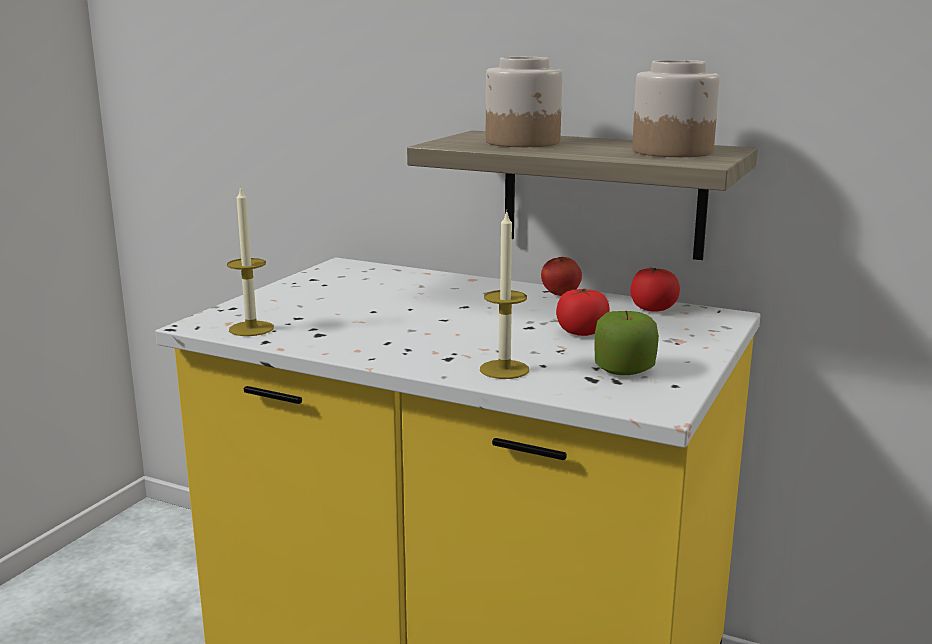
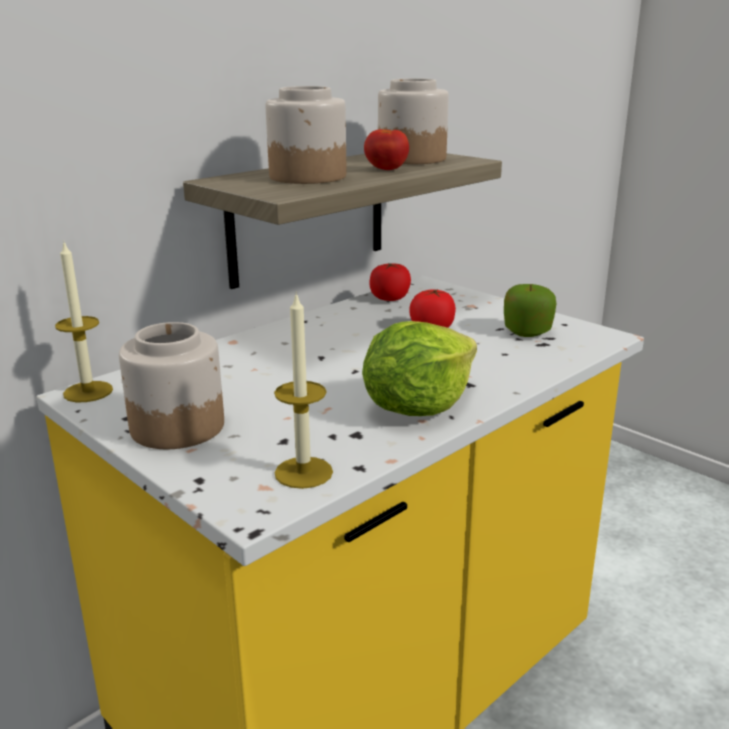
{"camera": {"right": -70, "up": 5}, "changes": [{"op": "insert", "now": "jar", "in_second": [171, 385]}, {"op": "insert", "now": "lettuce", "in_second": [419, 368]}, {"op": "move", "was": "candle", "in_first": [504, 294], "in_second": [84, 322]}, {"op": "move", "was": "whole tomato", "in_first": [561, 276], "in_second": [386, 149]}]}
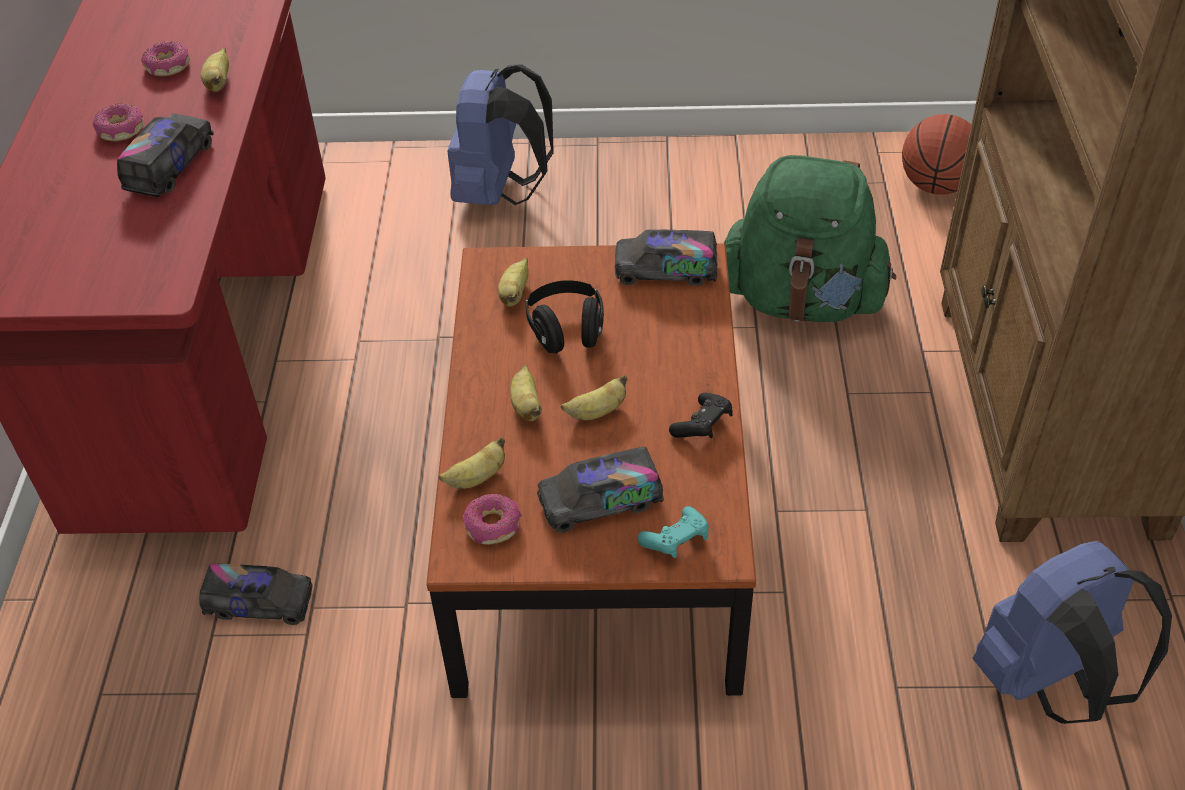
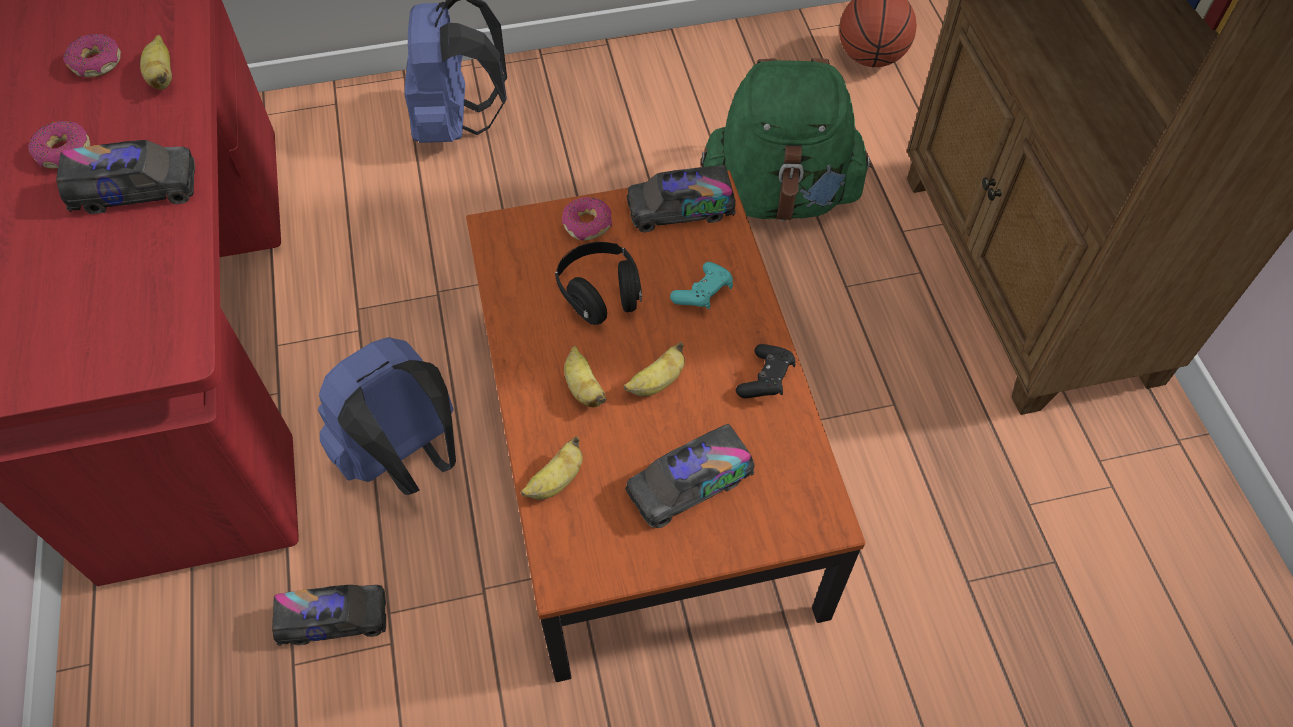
{"camera": {"right": -15, "up": 10}, "changes": [{"op": "delete", "was": "banana", "in_first": [513, 282]}, {"op": "move", "was": "donut", "in_first": [492, 519], "in_second": [587, 219]}, {"op": "move", "was": "turquoise-coloured joypad", "in_first": [673, 532], "in_second": [701, 285]}, {"op": "move", "was": "blue backpack", "in_first": [1072, 632], "in_second": [387, 416]}, {"op": "rotate", "was": "toy lorry", "in_first": [165, 155], "in_second": [125, 177], "clockwise": 75}]}
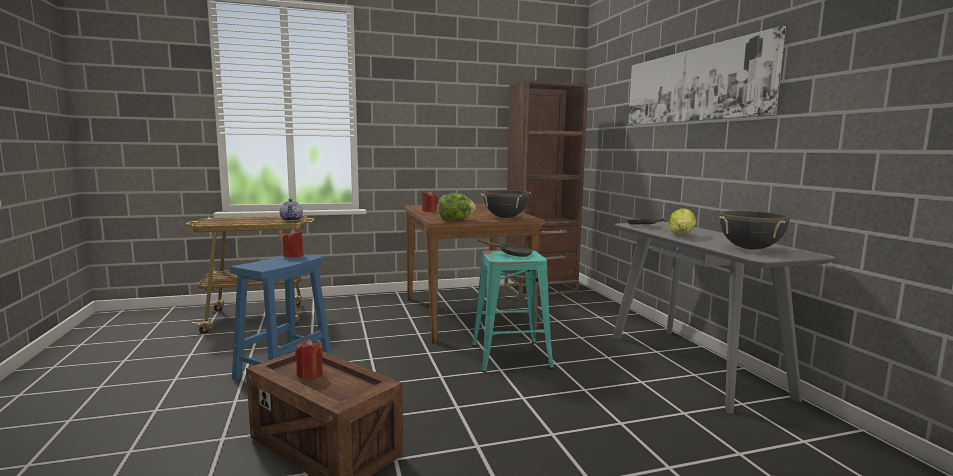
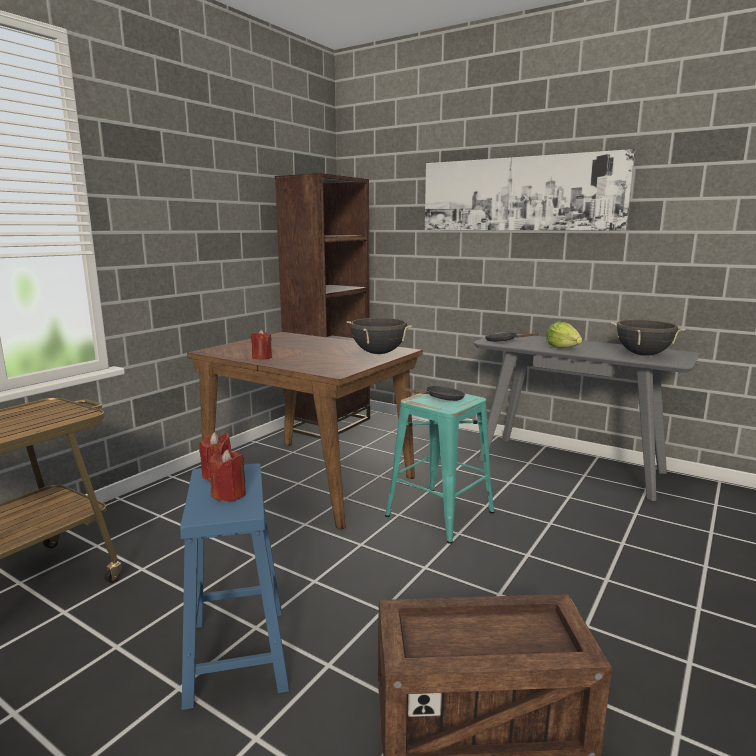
{"camera": {"right": -40, "up": 5}, "changes": [{"op": "delete", "was": "teapot", "in_first": [291, 210]}, {"op": "delete", "was": "lettuce", "in_first": [457, 207]}, {"op": "move", "was": "red-coloured candle", "in_first": [309, 359], "in_second": [227, 475]}]}
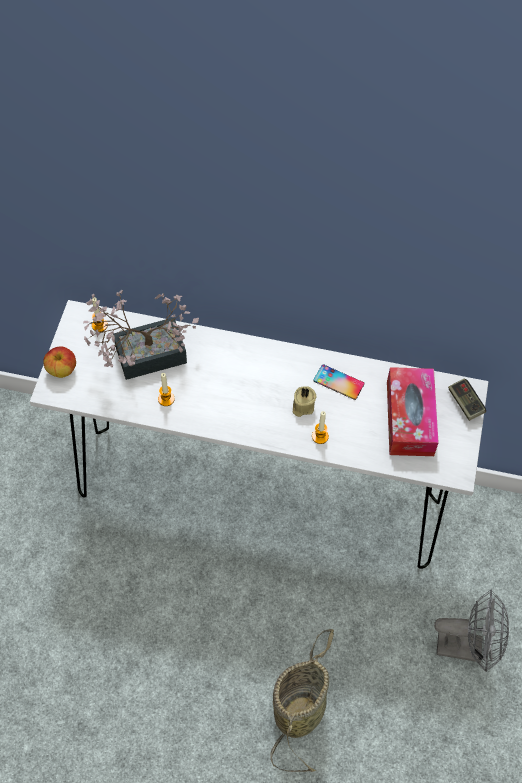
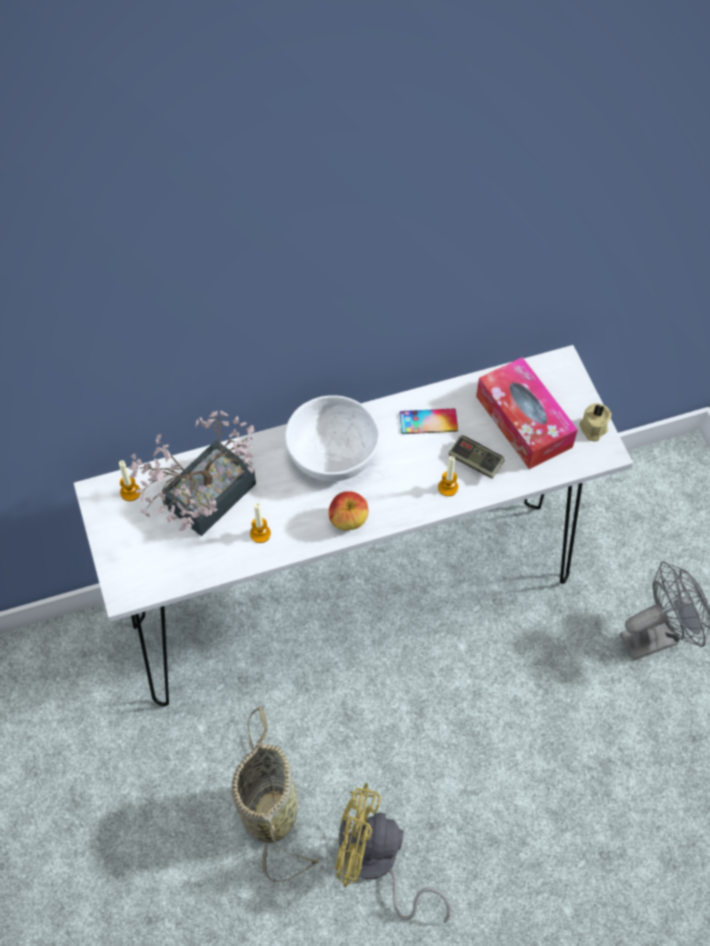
{"camera": {"right": -30, "up": 0}, "changes": [{"op": "insert", "now": "white-coloured bowl", "in_second": [332, 438]}, {"op": "insert", "now": "yellow cooling fan", "in_second": [393, 853]}, {"op": "move", "was": "whole apple", "in_first": [59, 362], "in_second": [348, 510]}, {"op": "move", "was": "storage basket", "in_first": [302, 700], "in_second": [276, 794]}, {"op": "move", "was": "beige-coloured candle", "in_first": [304, 401], "in_second": [595, 423]}, {"op": "move", "was": "joypad", "in_first": [467, 400], "in_second": [476, 457]}]}
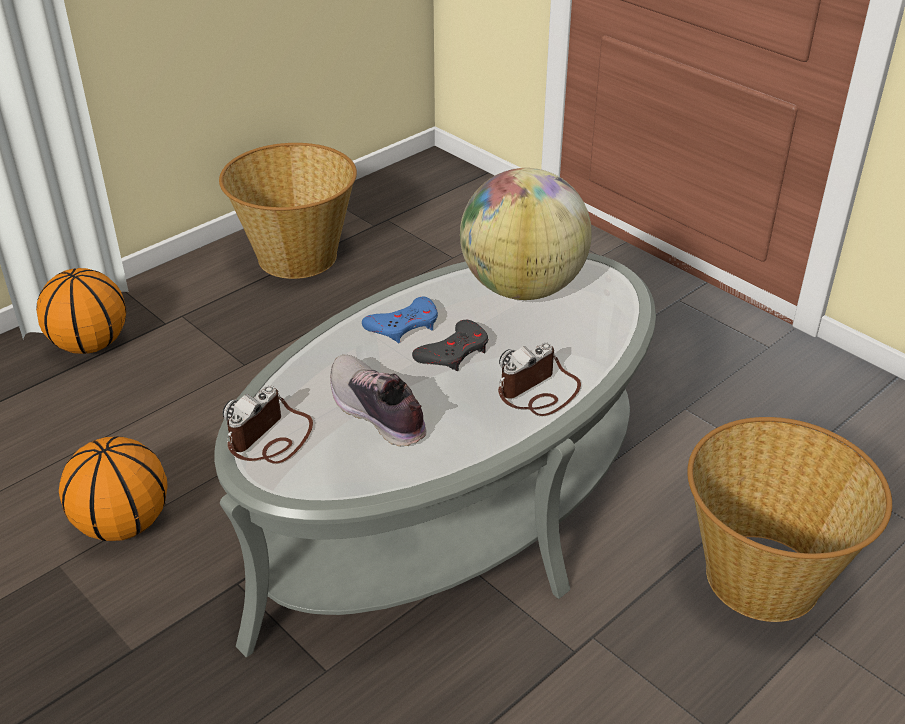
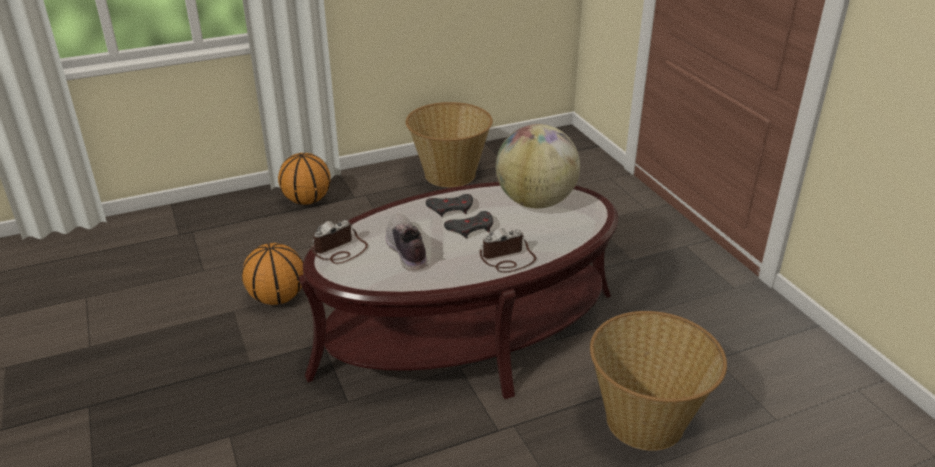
{"camera": {"right": 20, "up": -5}, "changes": [{"op": "recolor", "was": "gray coffee table", "now": "brown-coloured coffee table", "in_first": [435, 455], "in_second": [458, 290]}, {"op": "recolor", "was": "blue joypad", "now": "gray joypad", "in_first": [400, 320], "in_second": [449, 205]}]}
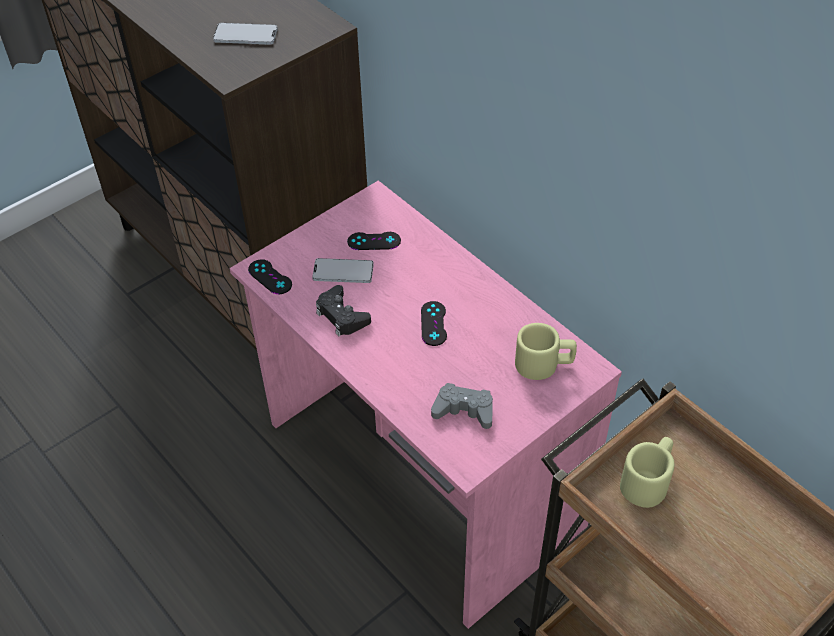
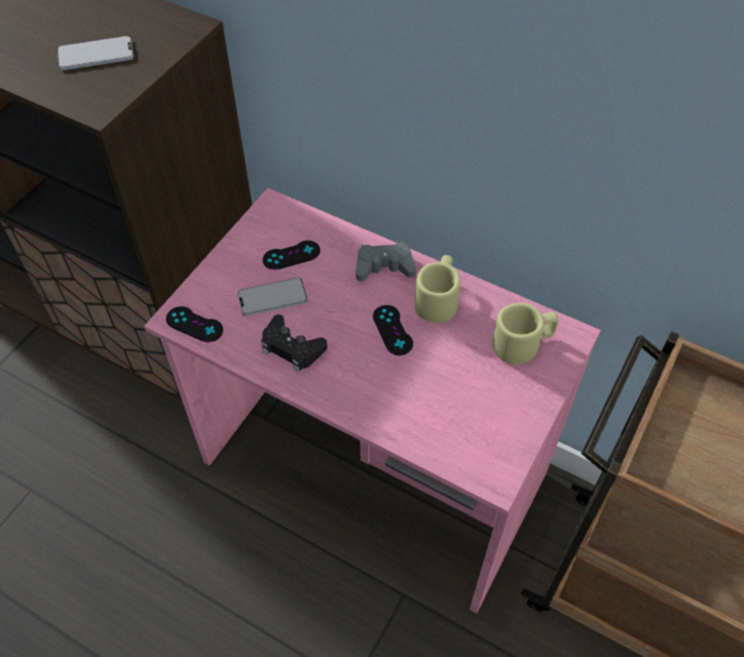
{"camera": {"right": -20, "up": 5}, "changes": [{"op": "move", "was": "gray joypad", "in_first": [462, 406], "in_second": [386, 261]}, {"op": "move", "was": "beige-coloured mug", "in_first": [647, 472], "in_second": [438, 289]}]}
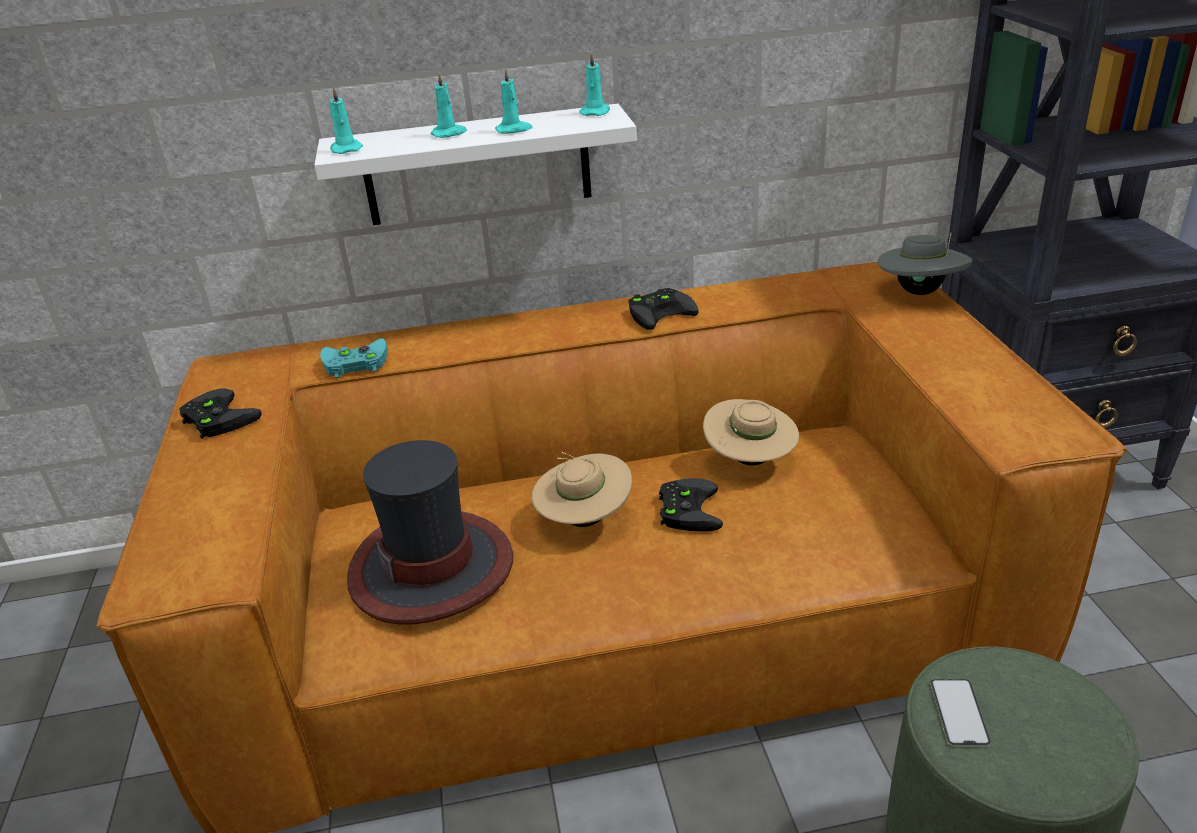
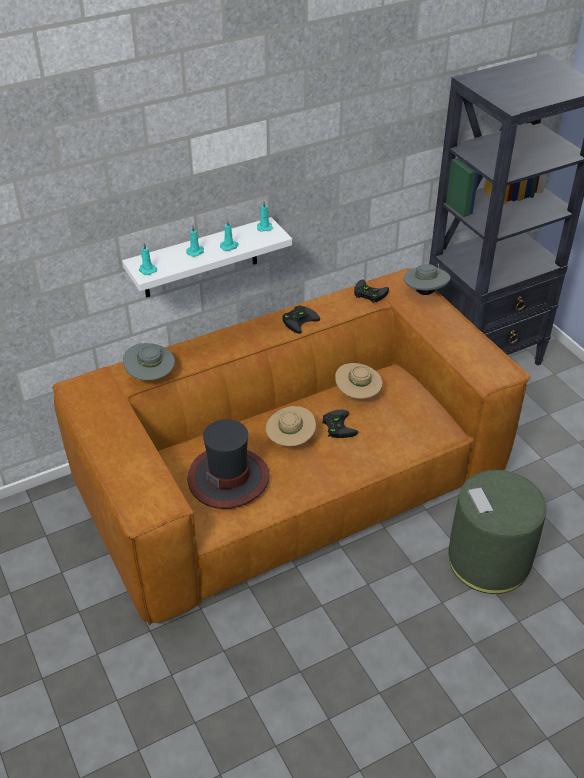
{"camera": {"right": -20, "up": 10}, "changes": [{"op": "move", "was": "blackish joypad", "in_first": [220, 414], "in_second": [371, 291]}, {"op": "replace", "was": "turquoise-coloured joypad", "now": "gray clothing hat", "in_first": [354, 358], "in_second": [149, 361]}]}
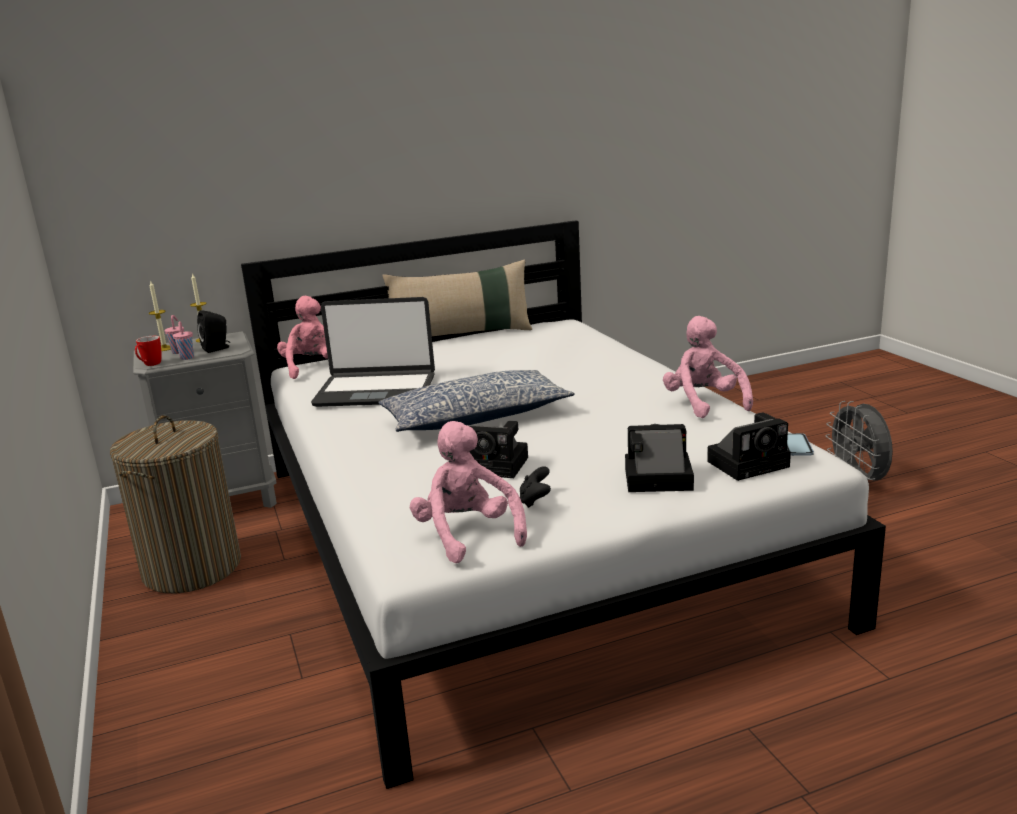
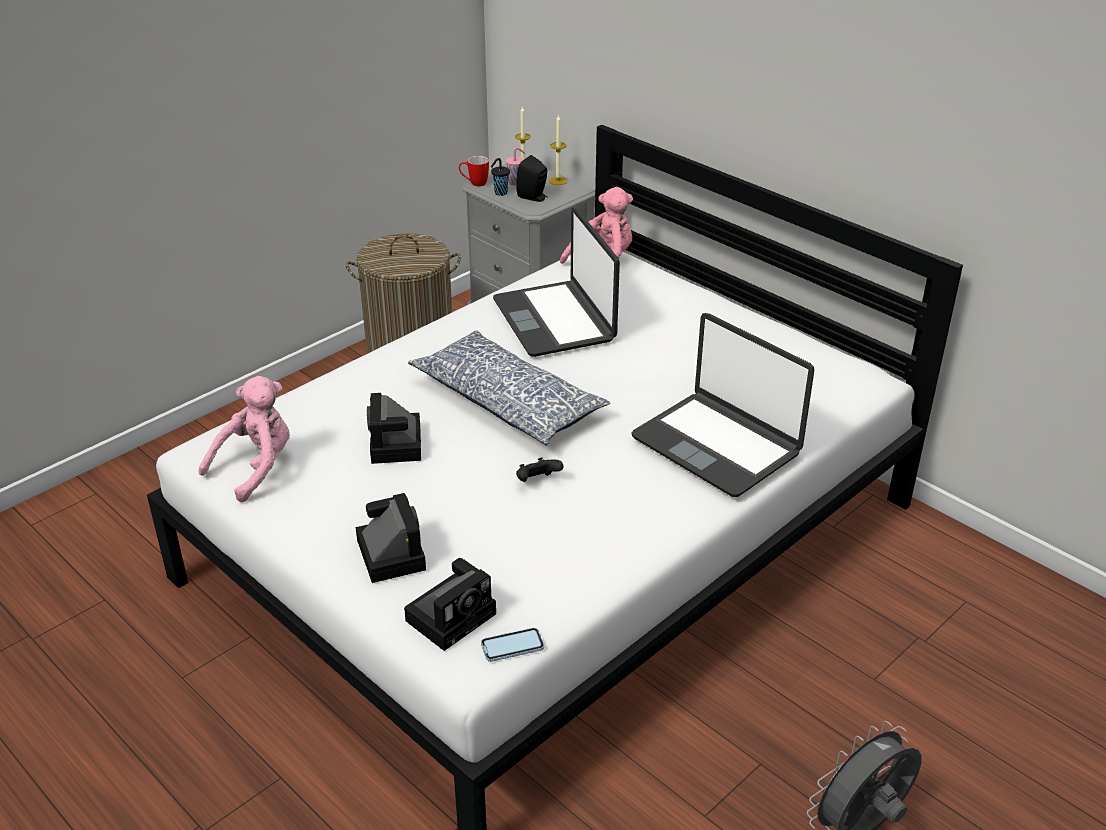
{"camera": {"right": 65, "up": 15}, "changes": [{"op": "delete", "was": "beige-coloured pillow", "in_first": [457, 298]}, {"op": "delete", "was": "pink-coloured cuddly toy", "in_first": [708, 367]}, {"op": "insert", "now": "laptop", "in_second": [722, 405]}, {"op": "move", "was": "blackish joypad", "in_first": [535, 487], "in_second": [540, 470]}, {"op": "recolor", "was": "pink-coloured cup", "now": "blackish cup", "in_first": [183, 340], "in_second": [500, 177]}, {"op": "rotate", "was": "photo camera", "in_first": [749, 447], "in_second": [450, 604], "clockwise": -90}]}
